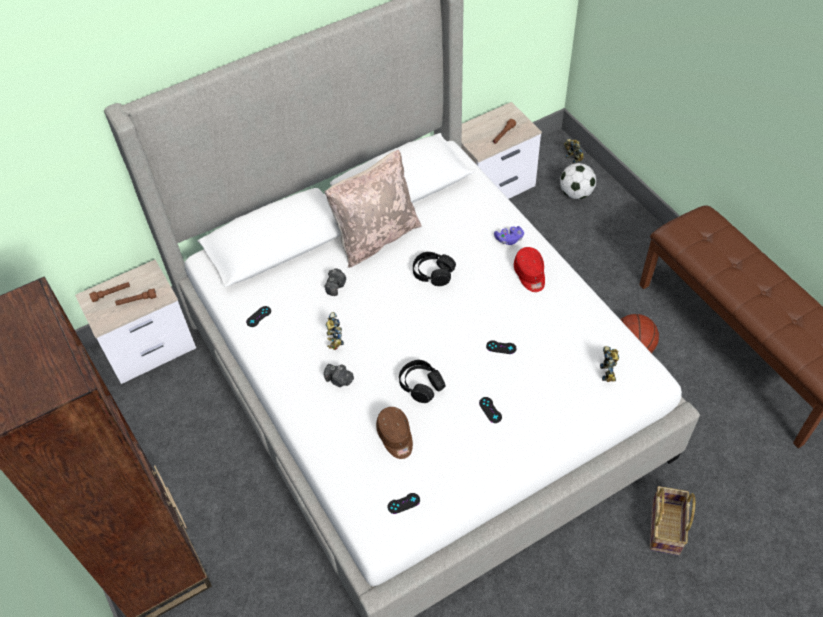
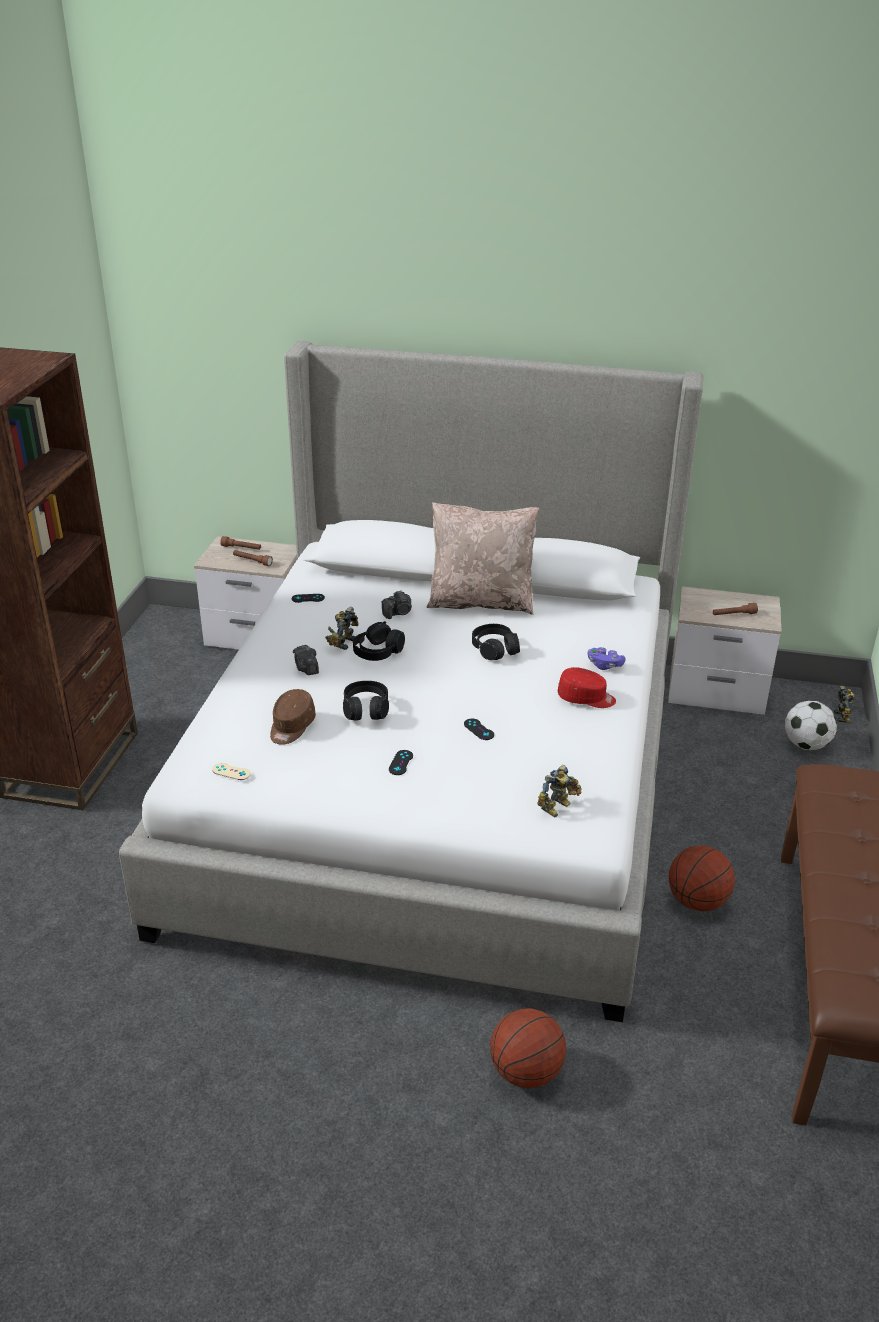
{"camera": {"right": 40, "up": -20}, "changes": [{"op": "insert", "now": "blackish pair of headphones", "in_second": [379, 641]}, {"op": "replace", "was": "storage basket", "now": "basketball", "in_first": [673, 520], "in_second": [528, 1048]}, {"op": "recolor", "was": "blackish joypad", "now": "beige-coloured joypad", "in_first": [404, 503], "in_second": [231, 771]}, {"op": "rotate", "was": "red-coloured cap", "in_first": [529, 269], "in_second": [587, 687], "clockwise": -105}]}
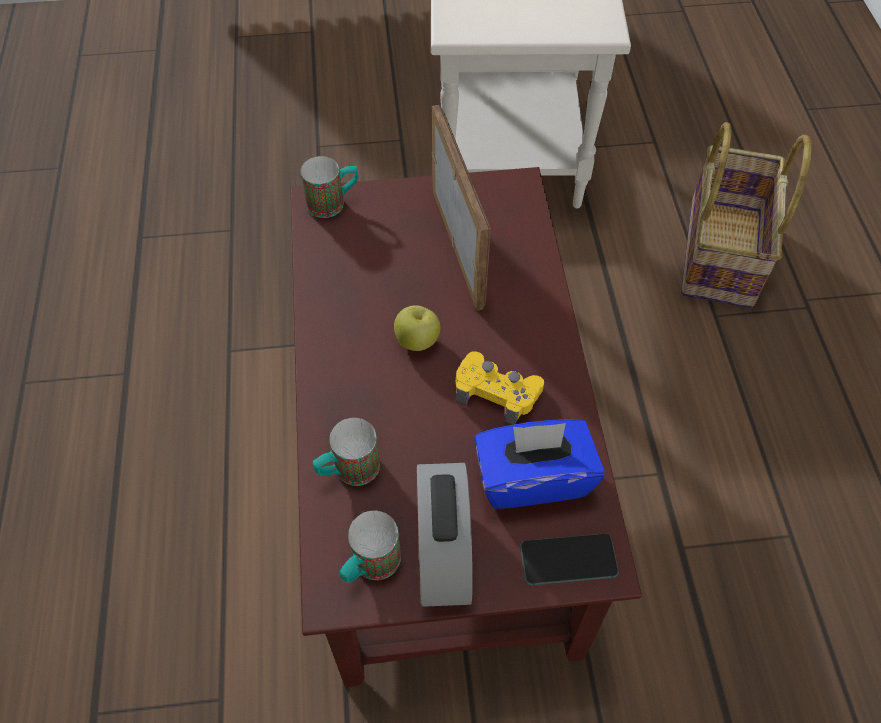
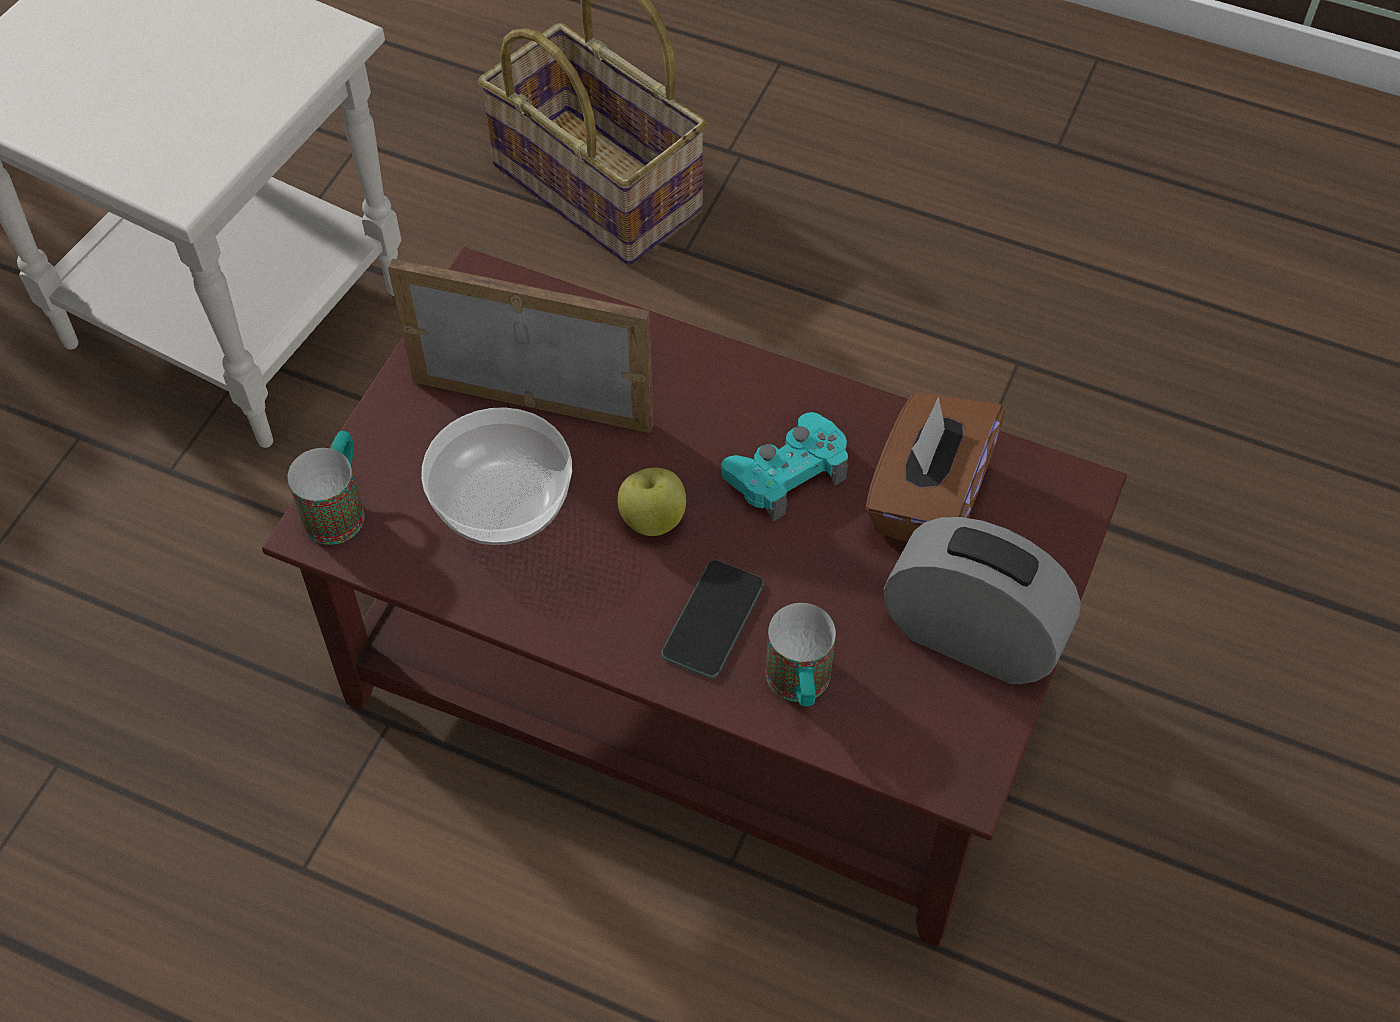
{"camera": {"right": -60, "up": 0}, "changes": [{"op": "delete", "was": "mug", "in_first": [370, 546]}, {"op": "insert", "now": "bowl", "in_second": [496, 476]}, {"op": "move", "was": "telephone", "in_first": [569, 559], "in_second": [712, 619]}, {"op": "recolor", "was": "yellow joypad", "now": "turquoise-coloured joypad", "in_first": [500, 388], "in_second": [784, 467]}, {"op": "recolor", "was": "blue tissue holder", "now": "brown-coloured tissue holder", "in_first": [539, 464], "in_second": [935, 467]}]}
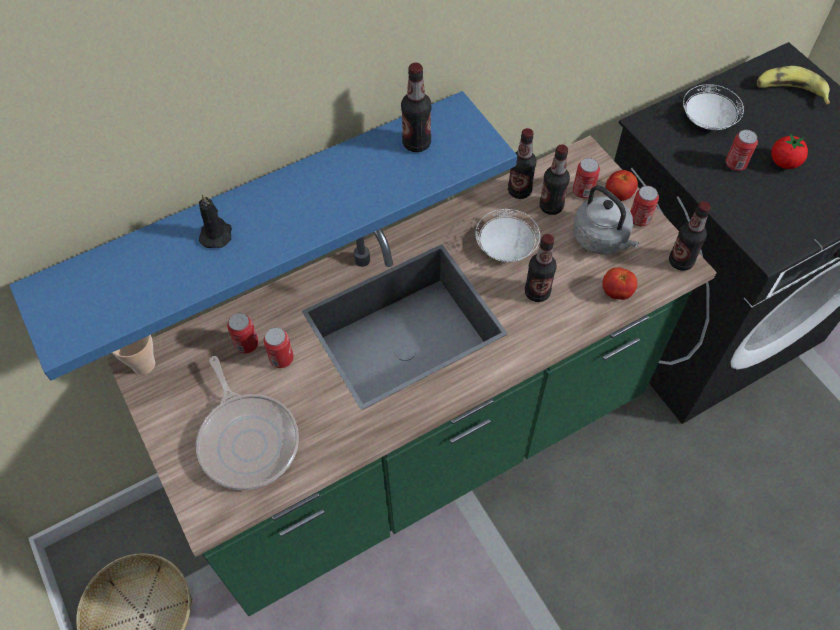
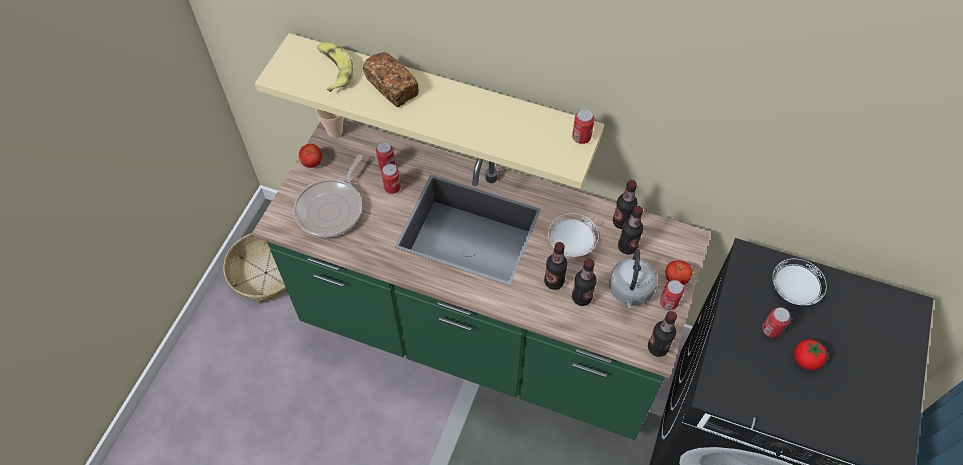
{"camera": {"right": 50, "up": 0}, "changes": [{"op": "move", "was": "drink bottle", "in_first": [416, 107], "in_second": [584, 282]}, {"op": "move", "was": "sealed can", "in_first": [586, 178], "in_second": [583, 126]}, {"op": "move", "was": "whole tomato", "in_first": [619, 283], "in_second": [310, 156]}, {"op": "move", "was": "banana", "in_first": [793, 85], "in_second": [335, 67]}, {"op": "replace", "was": "blackish candle", "now": "bread", "in_first": [215, 221], "in_second": [391, 79]}, {"op": "recolor", "was": "blue shelf", "now": "beige-coloured shelf", "in_first": [263, 235], "in_second": [430, 111]}]}
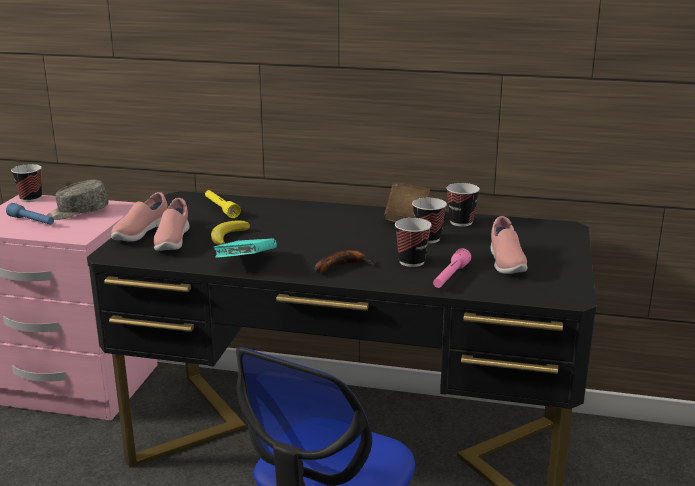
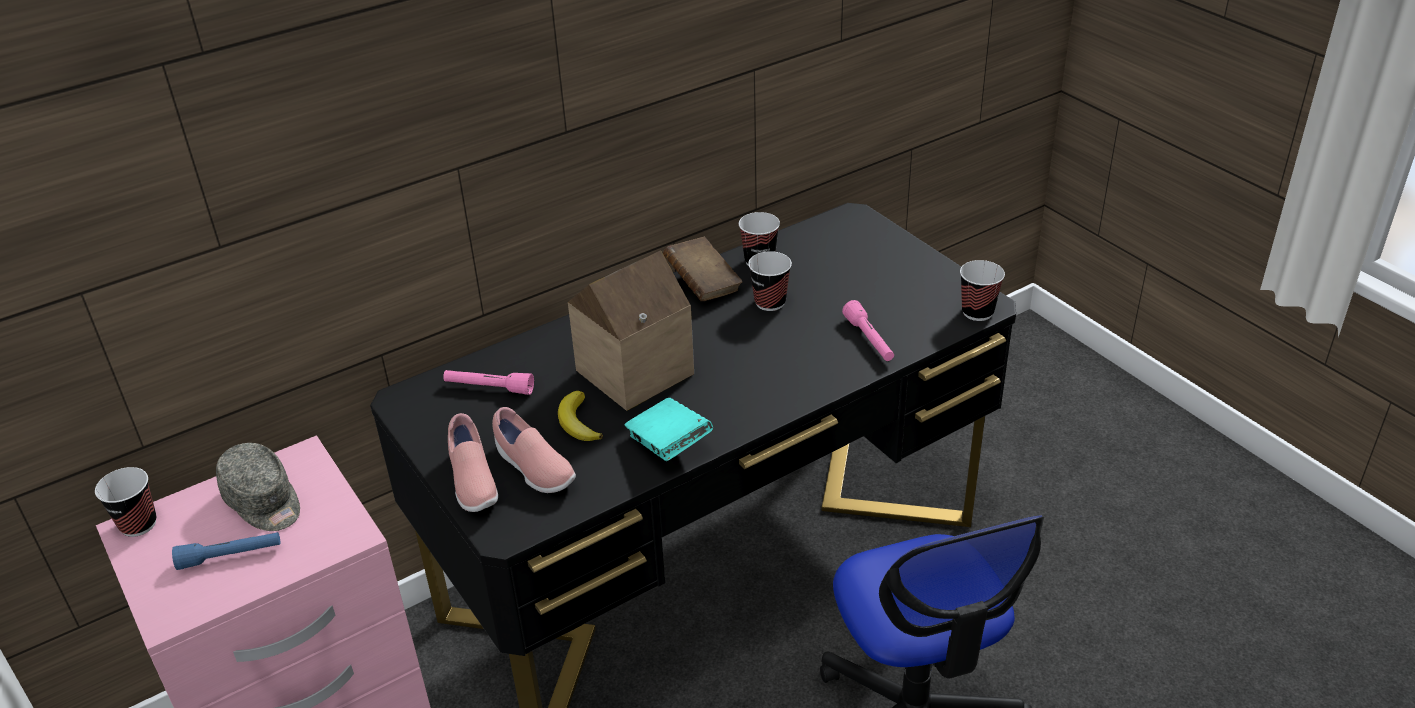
{"camera": {"right": -45, "up": 15}, "changes": [{"op": "delete", "was": "banana", "in_first": [345, 261]}, {"op": "delete", "was": "pink-coloured low shoe", "in_first": [509, 245]}, {"op": "insert", "now": "toy house", "in_second": [631, 330]}, {"op": "move", "was": "cup", "in_first": [413, 242], "in_second": [982, 290]}, {"op": "recolor", "was": "yellow flashlight", "now": "pink-coloured flashlight", "in_first": [223, 204], "in_second": [488, 382]}, {"op": "rotate", "was": "gray cap", "in_first": [77, 200], "in_second": [258, 487], "clockwise": -60}]}
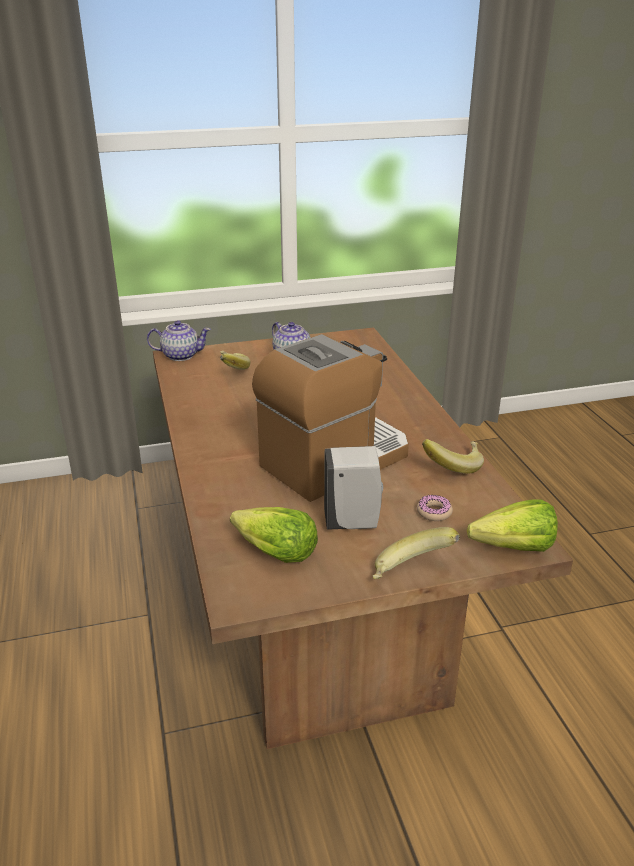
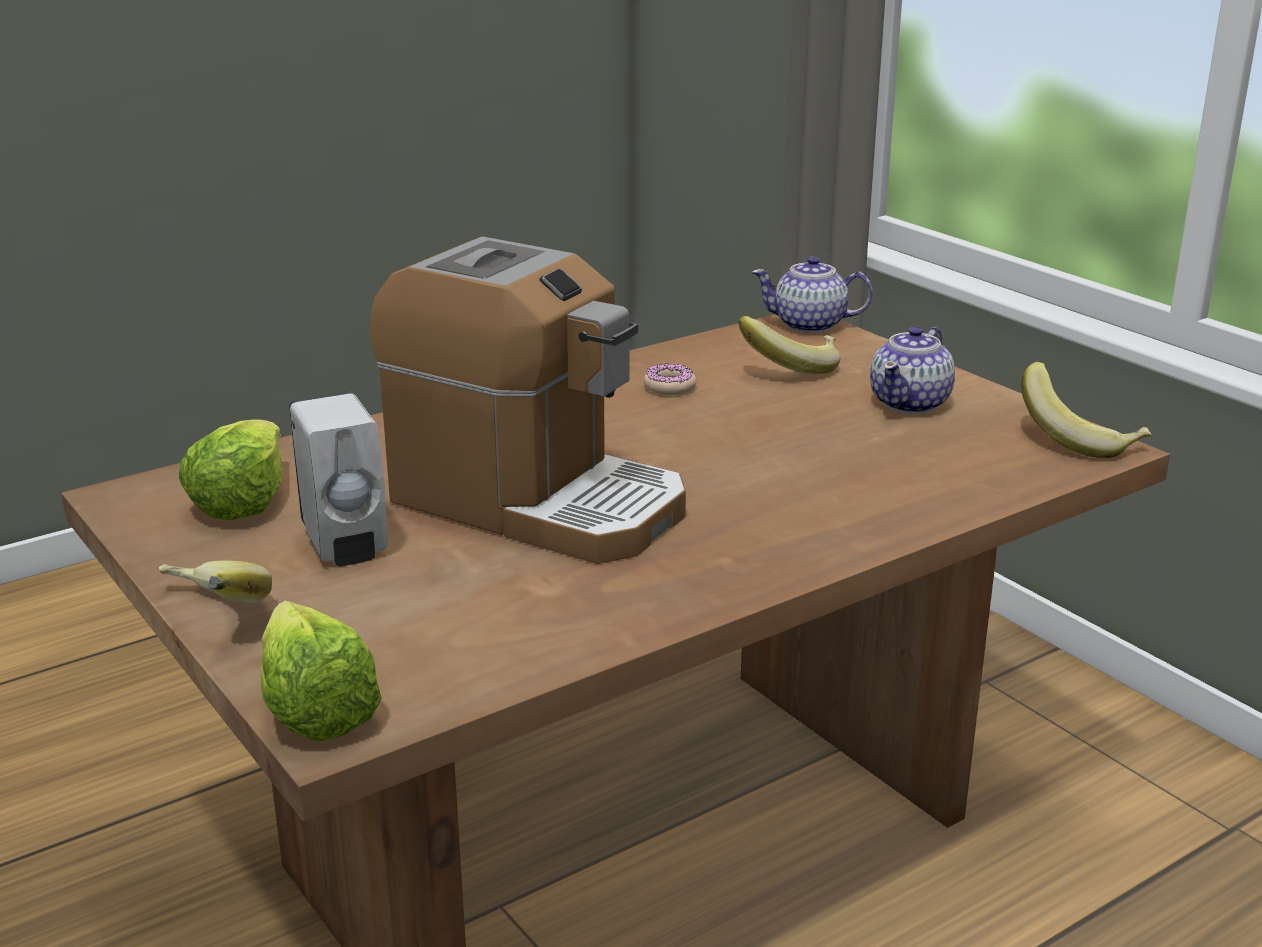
{"camera": {"right": 70, "up": -5}, "changes": [{"op": "move", "was": "donut", "in_first": [435, 508], "in_second": [670, 379]}, {"op": "move", "was": "banana", "in_first": [453, 456], "in_second": [1086, 410]}, {"op": "rotate", "was": "teapot", "in_first": [179, 340], "in_second": [812, 294], "clockwise": 120}]}
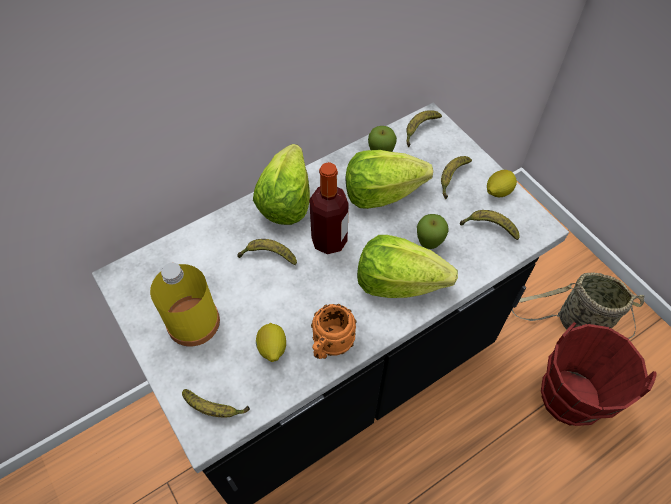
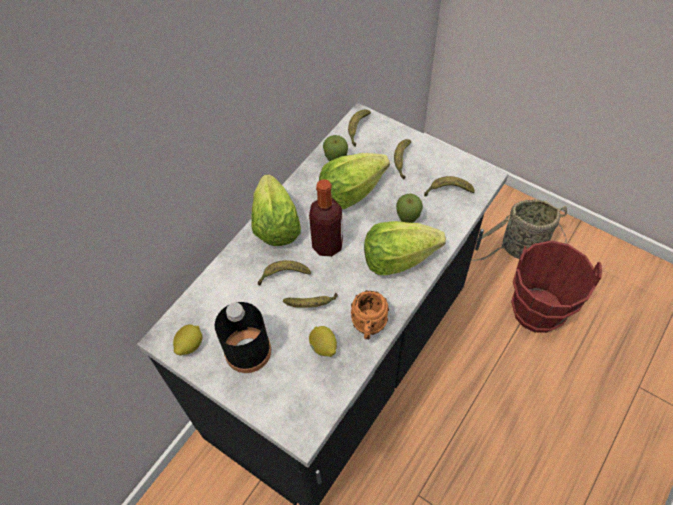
{"camera": {"right": -20, "up": 0}, "changes": [{"op": "move", "was": "banana", "in_first": [216, 403], "in_second": [310, 300]}, {"op": "move", "was": "citrus fruit", "in_first": [502, 183], "in_second": [187, 340]}, {"op": "recolor", "was": "yellow drink bottle", "now": "blackish drink bottle", "in_first": [185, 304], "in_second": [243, 337]}]}
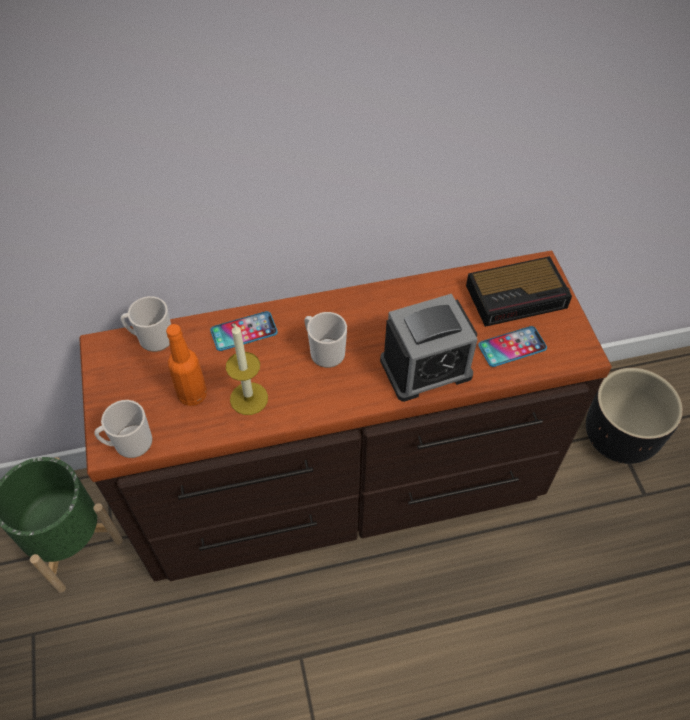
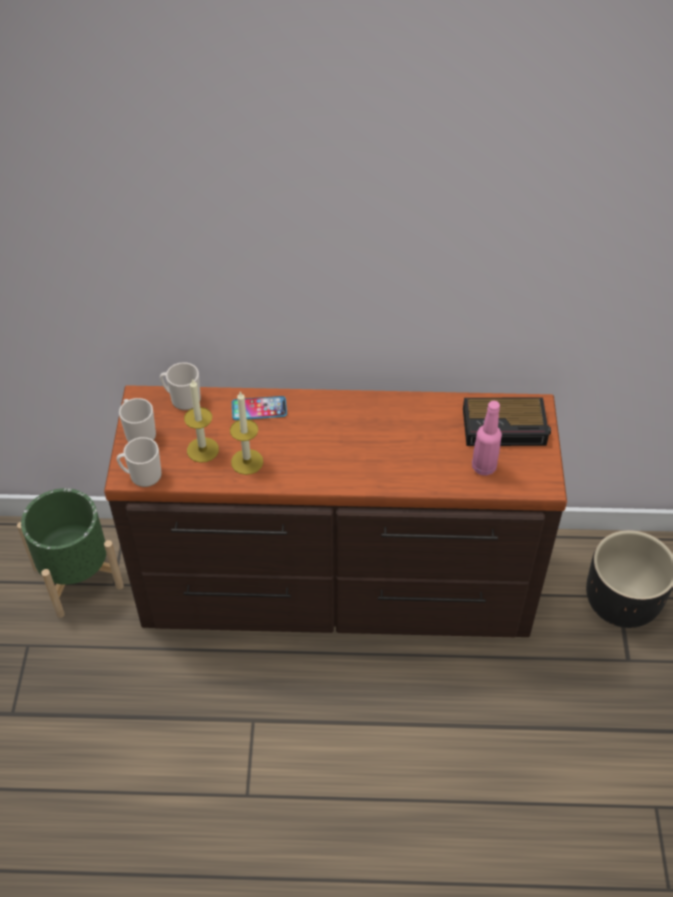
{"camera": {"right": 15, "up": -5}, "changes": [{"op": "delete", "was": "alarm clock", "in_first": [429, 348]}, {"op": "move", "was": "mug", "in_first": [325, 340], "in_second": [137, 420]}, {"op": "replace", "was": "orange-coloured drink bottle", "now": "candle", "in_first": [186, 365], "in_second": [201, 420]}, {"op": "replace", "was": "telephone", "now": "pink-coloured drink bottle", "in_first": [512, 346], "in_second": [487, 438]}]}
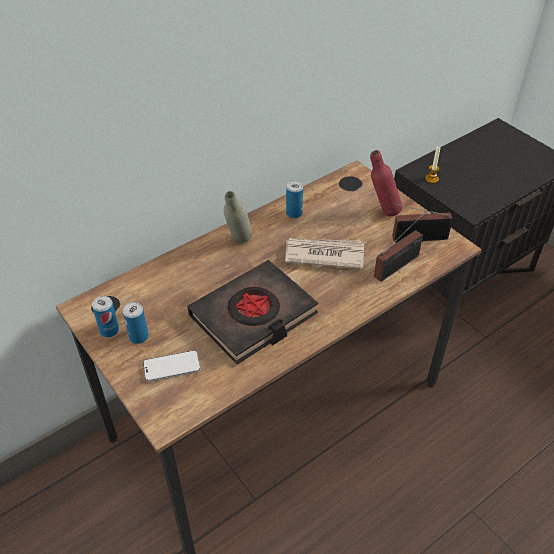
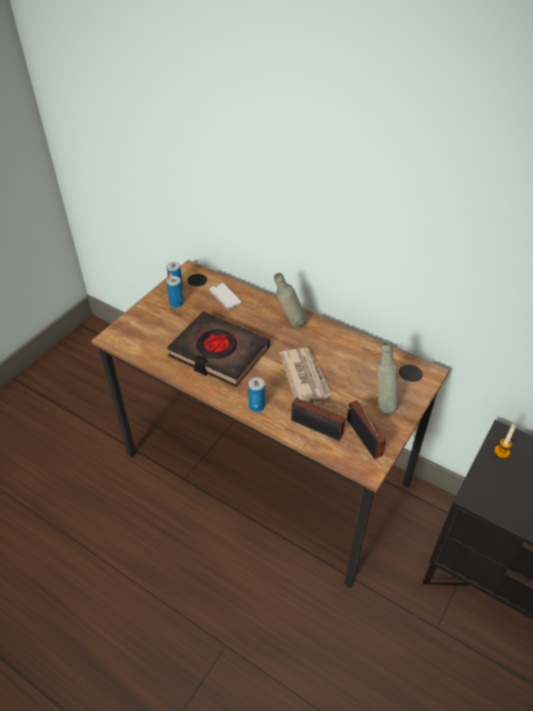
{"camera": {"right": 70, "up": 0}, "changes": [{"op": "move", "was": "telephone", "in_first": [172, 366], "in_second": [225, 296]}, {"op": "move", "was": "sealed can", "in_first": [294, 199], "in_second": [256, 394]}, {"op": "recolor", "was": "red-coloured drink bottle", "now": "gray drink bottle", "in_first": [386, 183], "in_second": [387, 377]}]}
